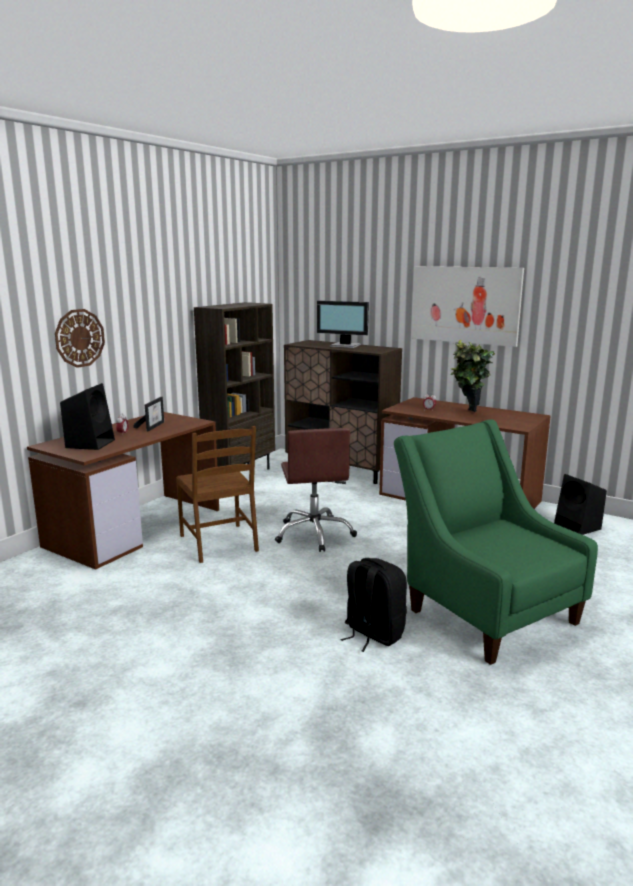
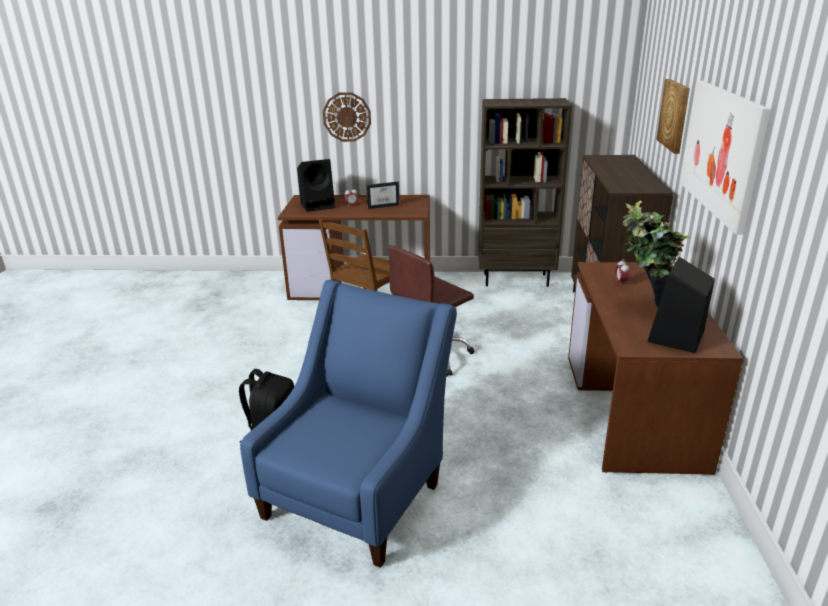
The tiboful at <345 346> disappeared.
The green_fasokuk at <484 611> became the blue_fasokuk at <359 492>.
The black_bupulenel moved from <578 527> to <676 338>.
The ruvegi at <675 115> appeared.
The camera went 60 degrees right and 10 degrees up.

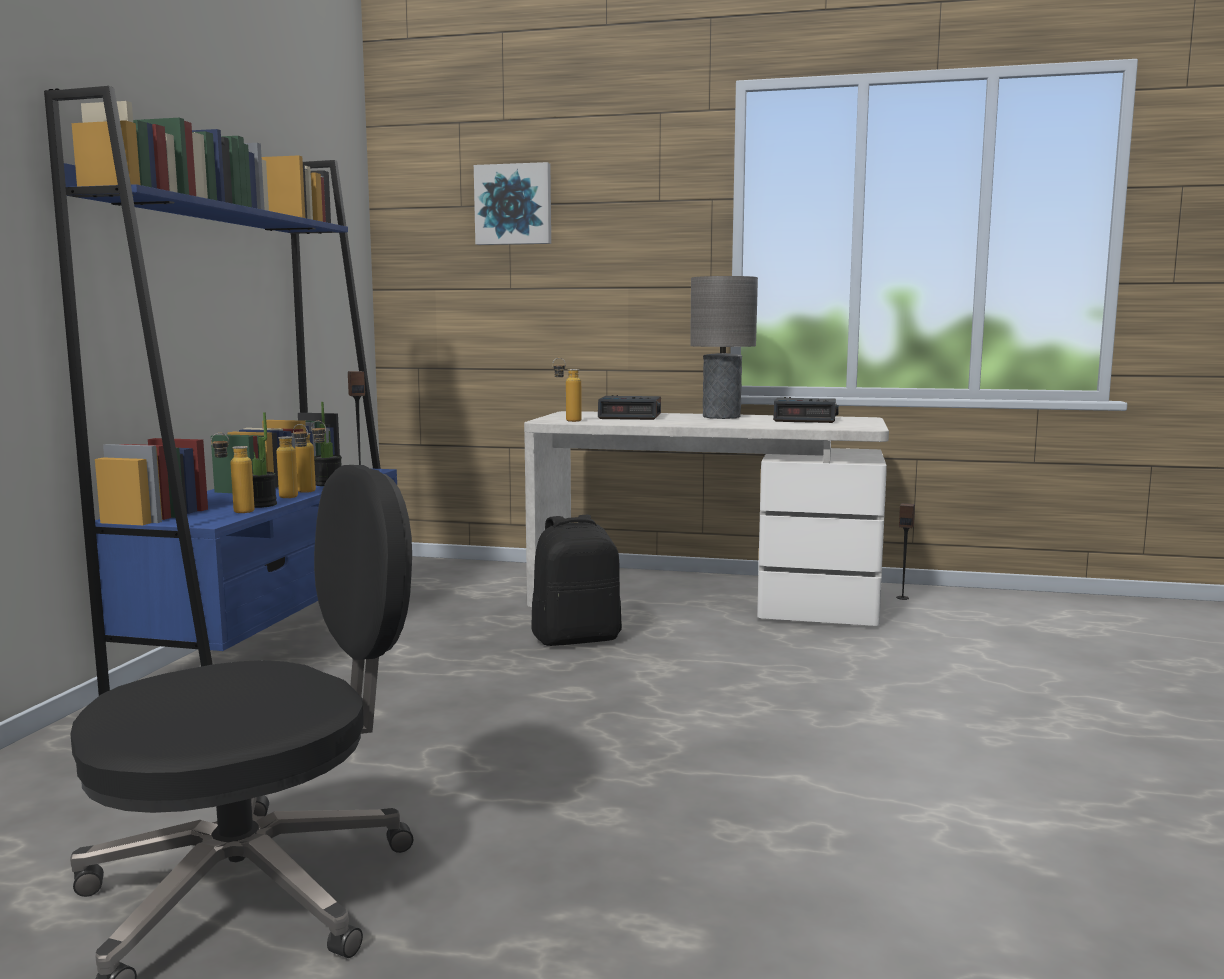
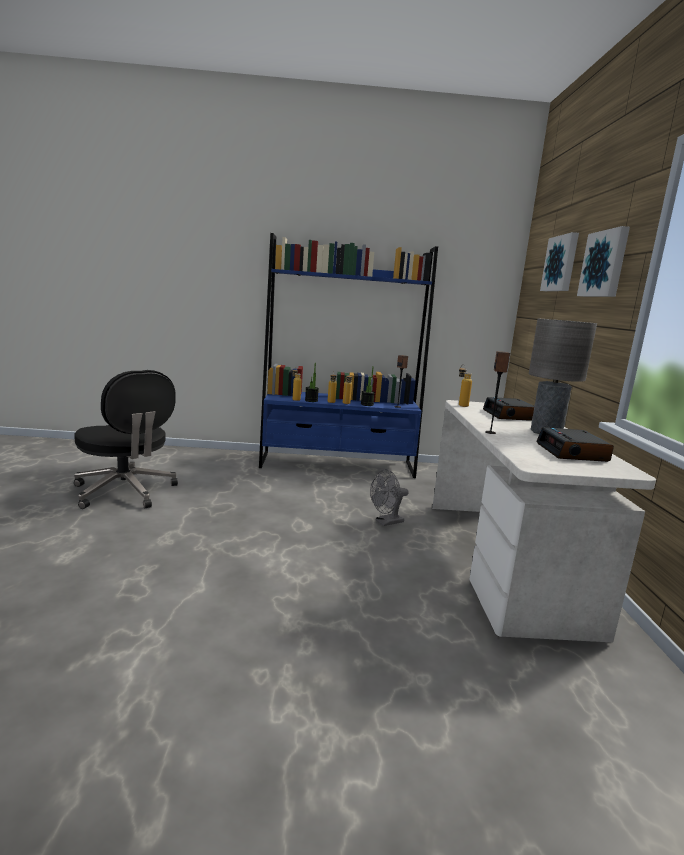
The bupulenel moved from <902 598> to <490 432>.
The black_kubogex at <577 638> was replaced by the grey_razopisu at <386 522>.
The ruvegi at <605 264> appeared.
The camera went 75 degrees right and 5 degrees up.

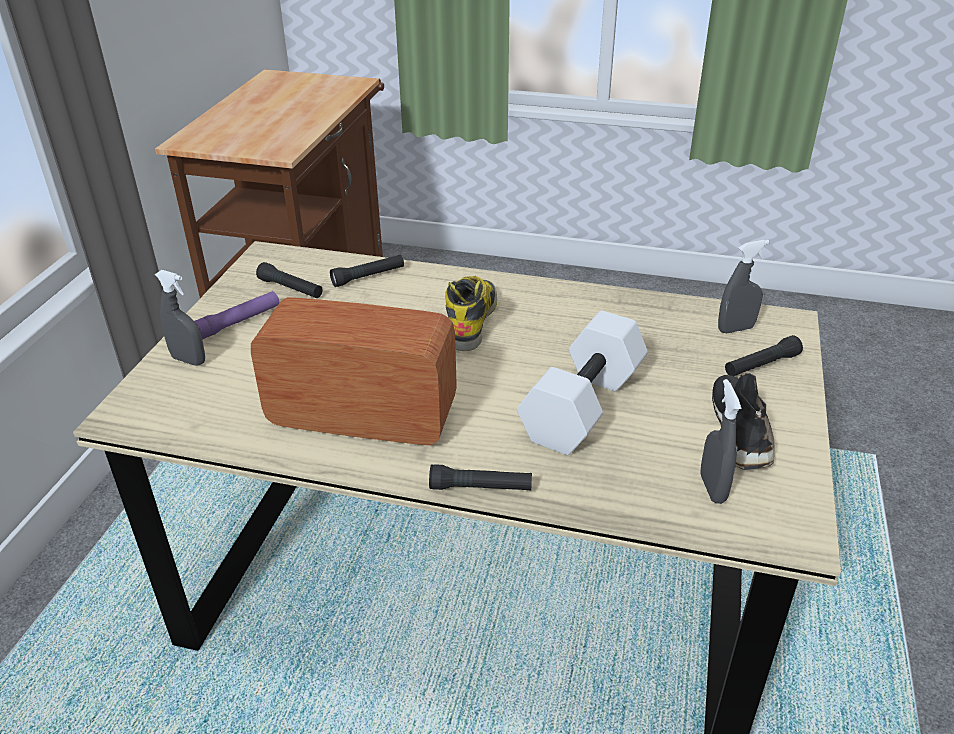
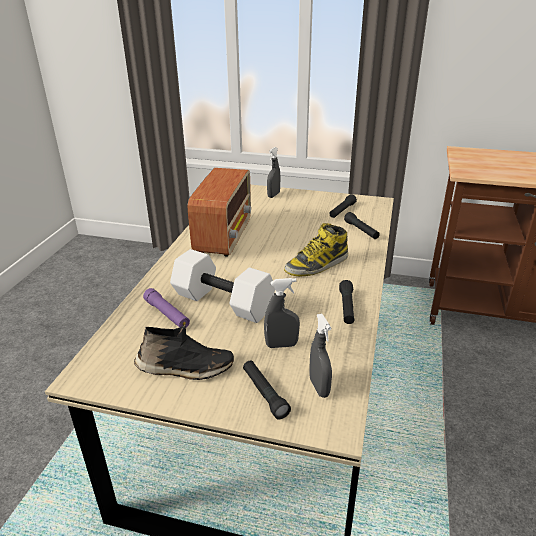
The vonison at <472 320> turned 135 degrees clockwise.
The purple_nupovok moved from <239 322> to <167 314>.
The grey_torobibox moved from <712 488> to <281 345>.
The black_nupovok moved from <480 488> to <346 307>.
The camera went 90 degrees right and 5 degrees down.

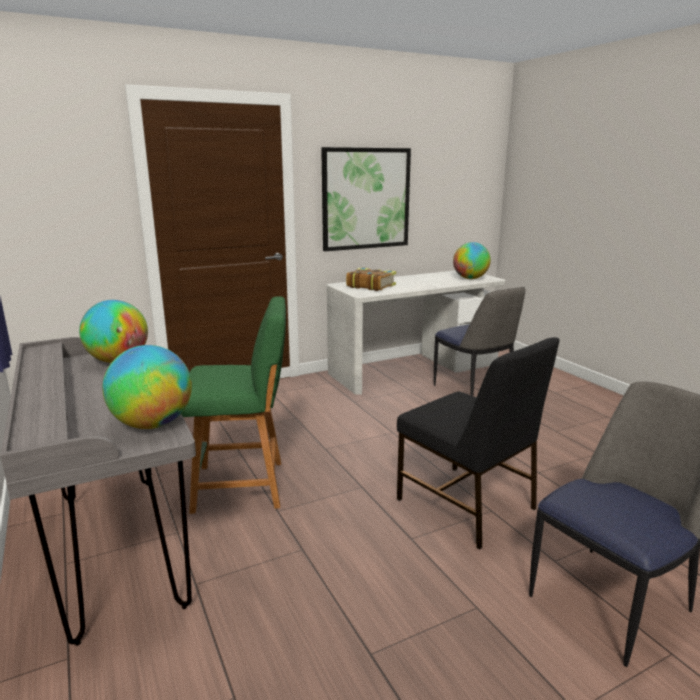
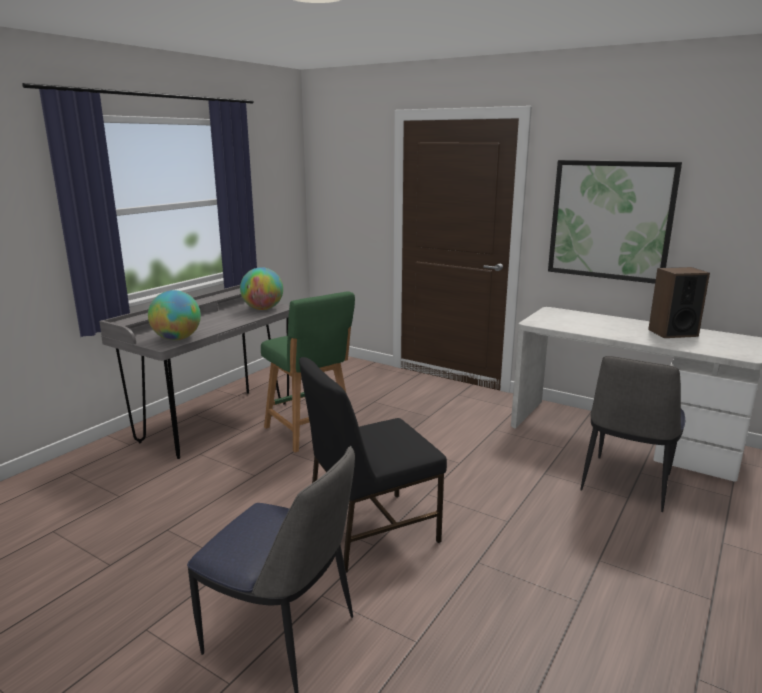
The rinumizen at <470 278> disappeared.
The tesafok at <370 286> disappeared.
The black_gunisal at <467 505> turned 45 degrees clockwise.
The bupulenel at <672 333> appeared.
The camera went 60 degrees right and 0 degrees up.

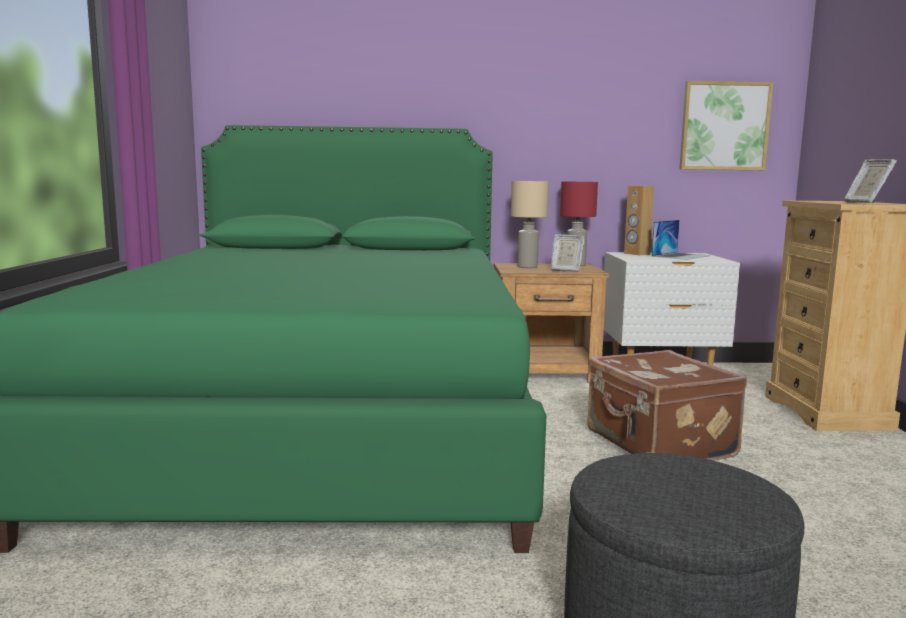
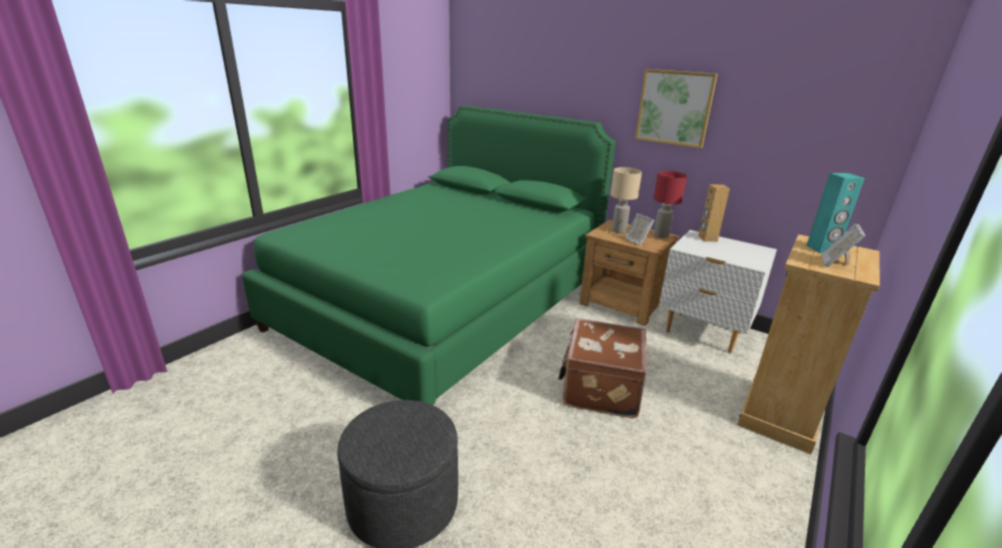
The ruvegi moved from <724 126> to <674 108>.
The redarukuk at <681 256> disappeared.
The turquoise_bupulenel at <822 249> appeared.
The camera went 35 degrees right and 15 degrees up.

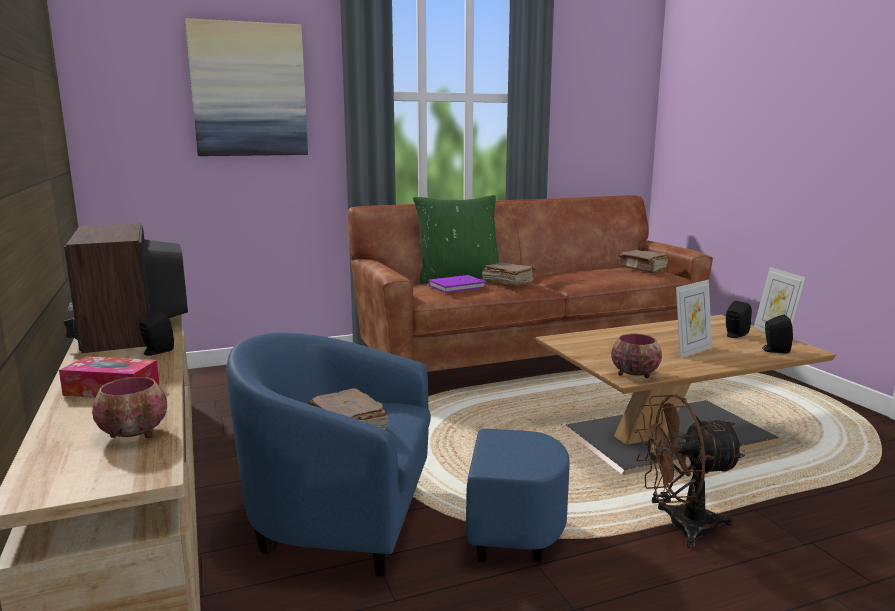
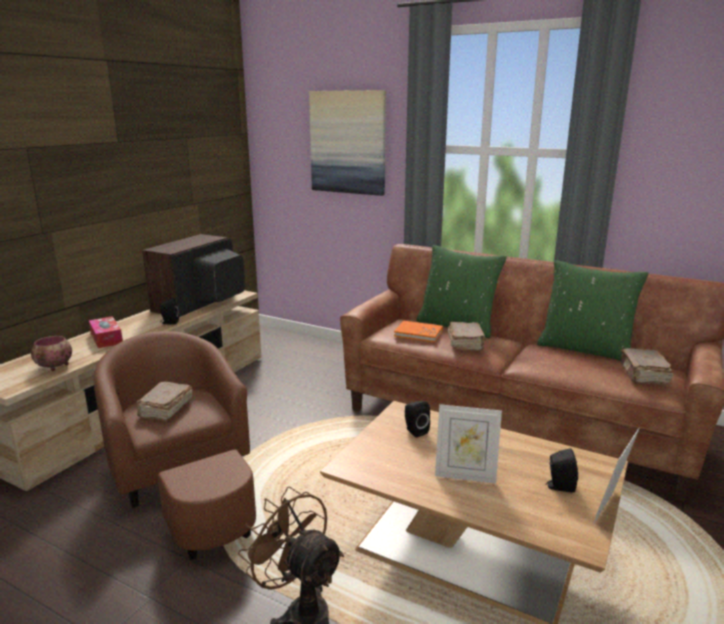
The purple_tesafok at <457 286> became the orange_tesafok at <418 333>.
The black_bupulenel moved from <774 350> to <415 431>.
The blue_fasokuk at <380 526> became the brown_fasokuk at <184 481>.
The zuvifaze at <634 374> disappeared.
The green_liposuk at <585 349> appeared.
The camera went 50 degrees right and 5 degrees up.

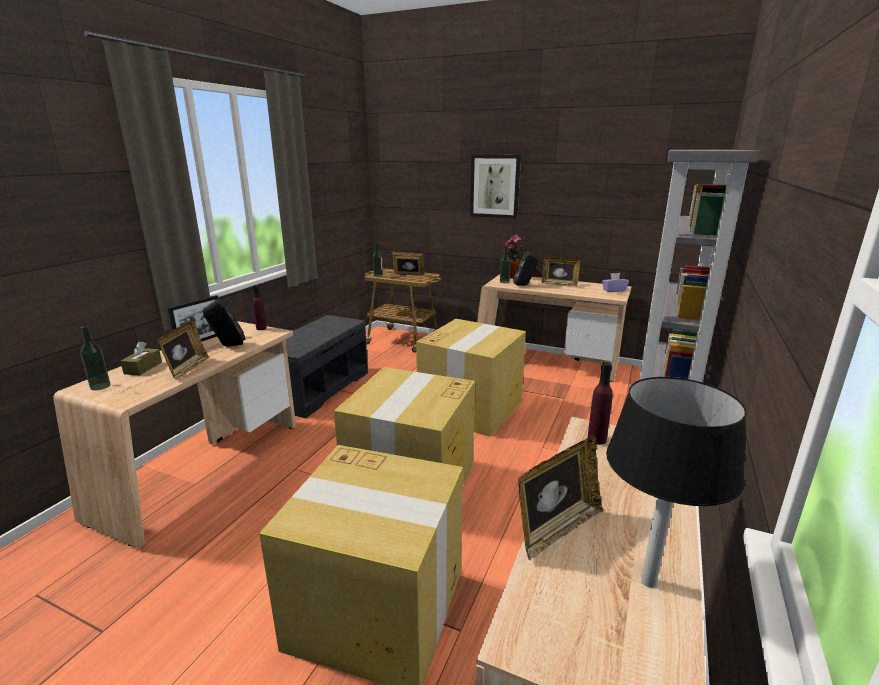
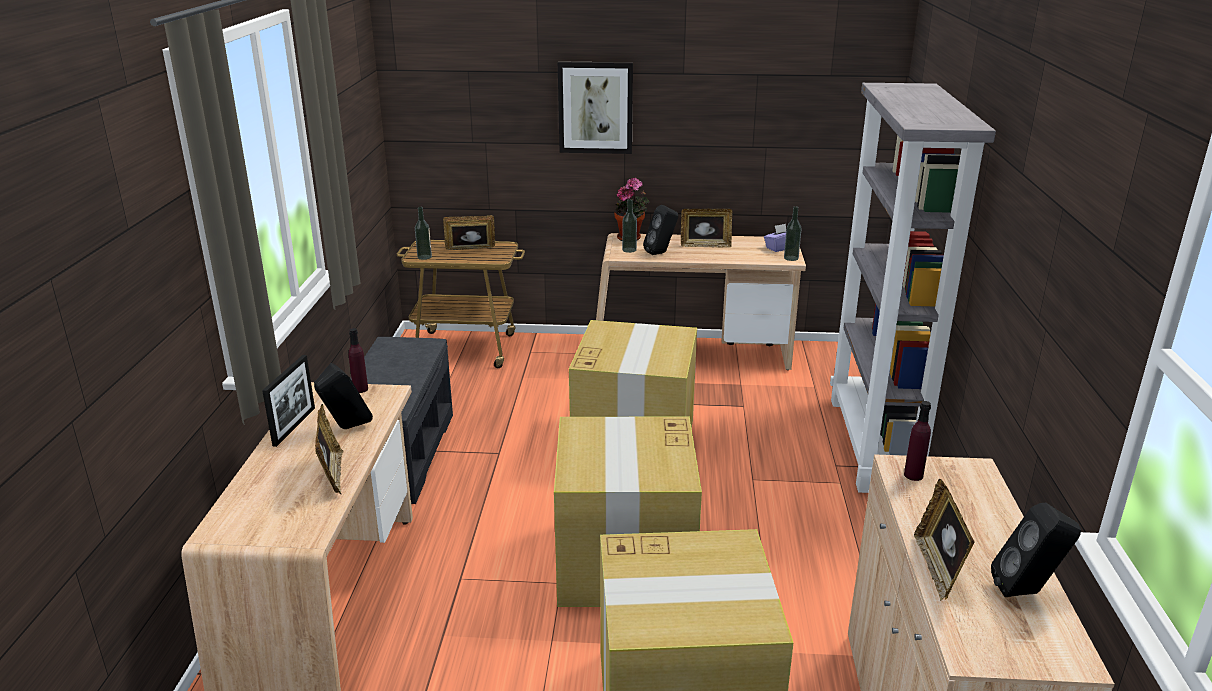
The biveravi moved from <100 386> to <791 258>.
The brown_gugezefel at <143 368> disappeared.
The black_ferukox at <649 582> was replaced by the black_bupulenel at <1027 592>.
The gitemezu at <557 529> turned 150 degrees clockwise.
The camera went 20 degrees left and 5 degrees up.

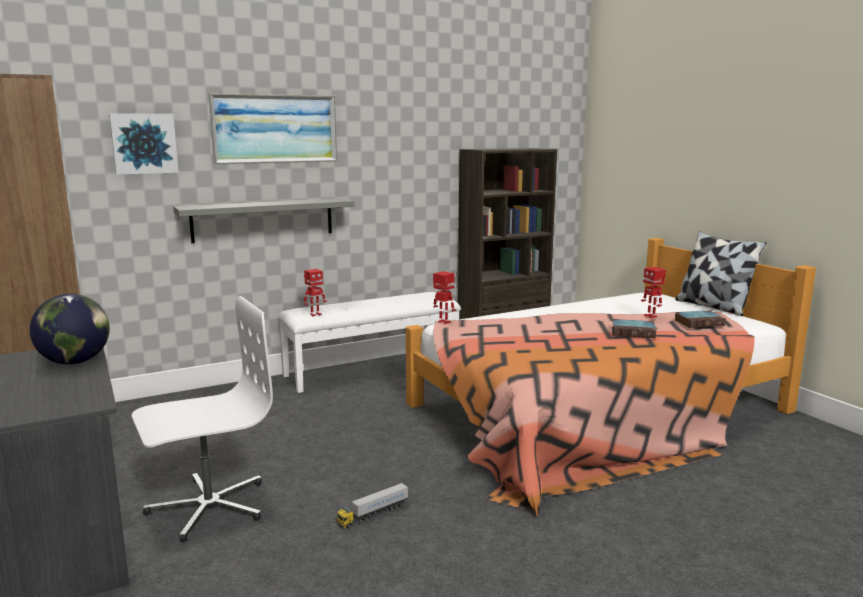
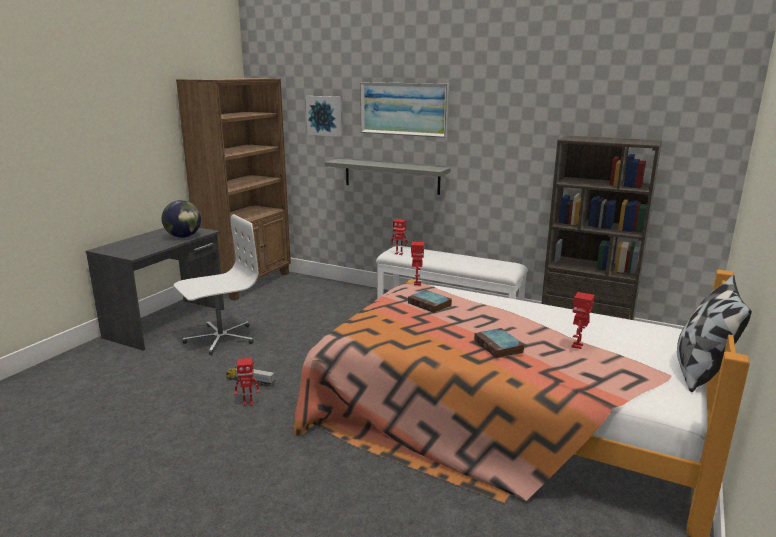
The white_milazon at <208 507> turned 60 degrees counterclockwise.
The tesafok moved from <699 322> to <430 304>.
The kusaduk at <248 403> appeared.
The camera went 55 degrees right and 5 degrees up.

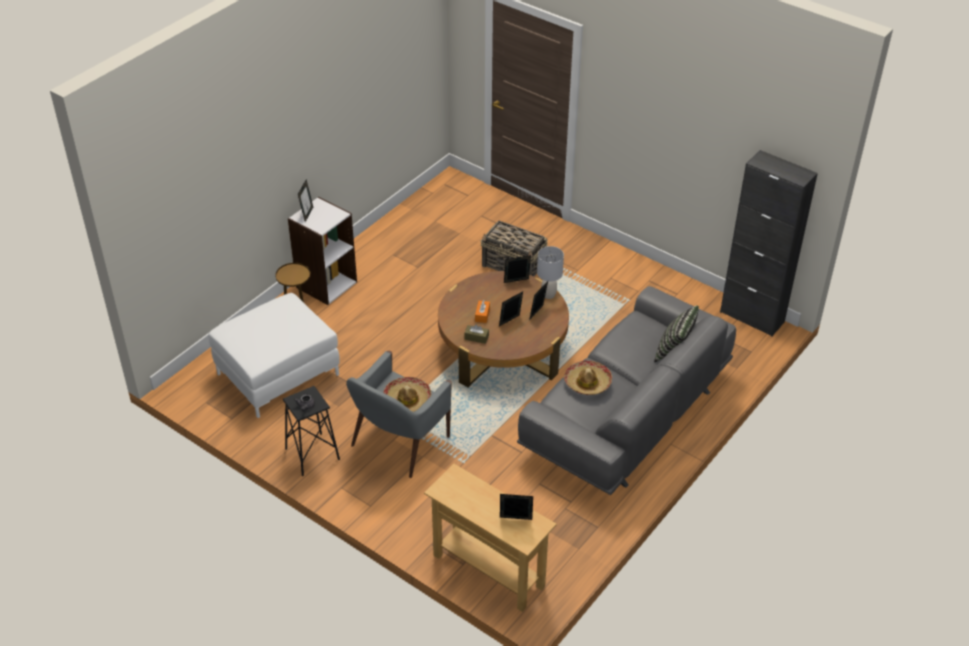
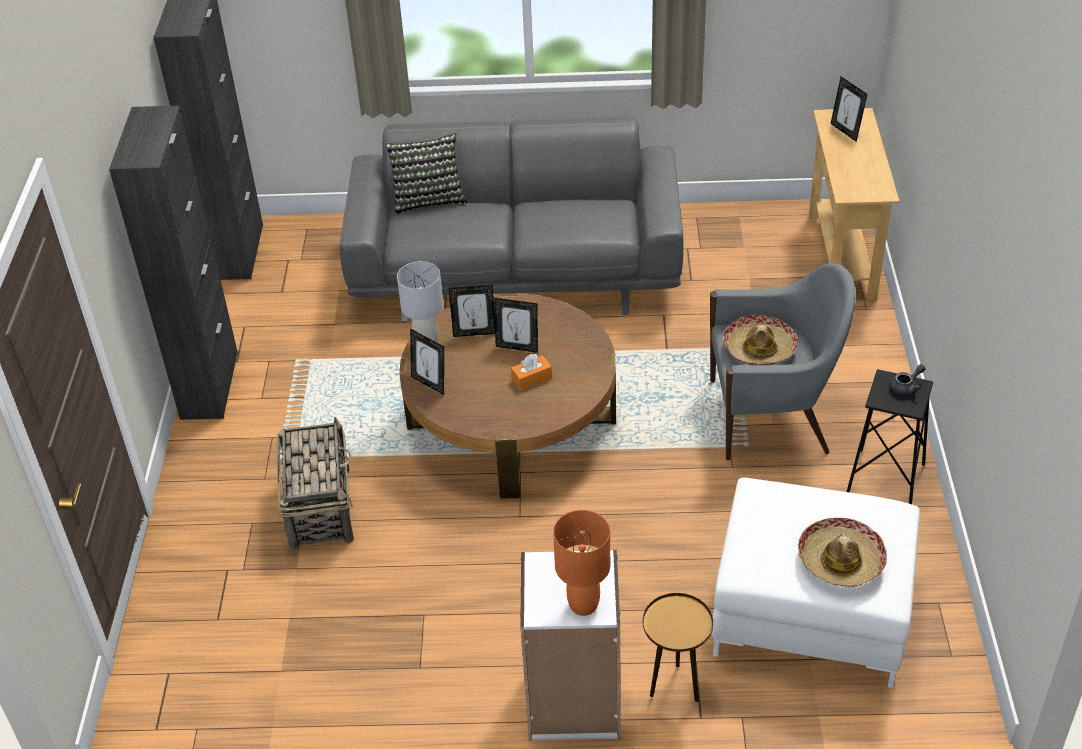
The gitemezu at <307 214> was replaced by the orange_ferukox at <583 605>.
The brown_gugezefel at <476 337> disappeared.
The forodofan moved from <587 382> to <840 560>.
The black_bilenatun at <209 385> appeared.
The camera went 125 degrees left and 0 degrees up.

